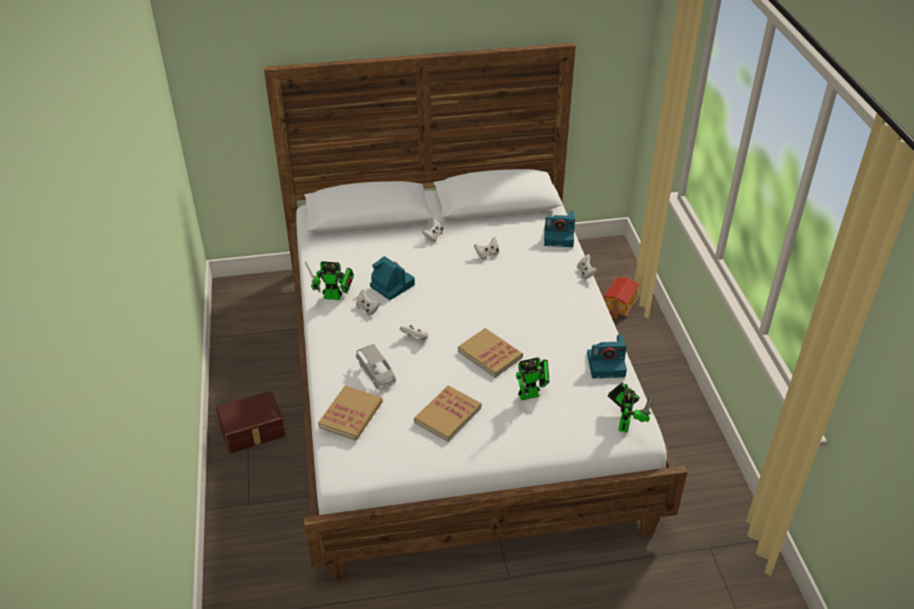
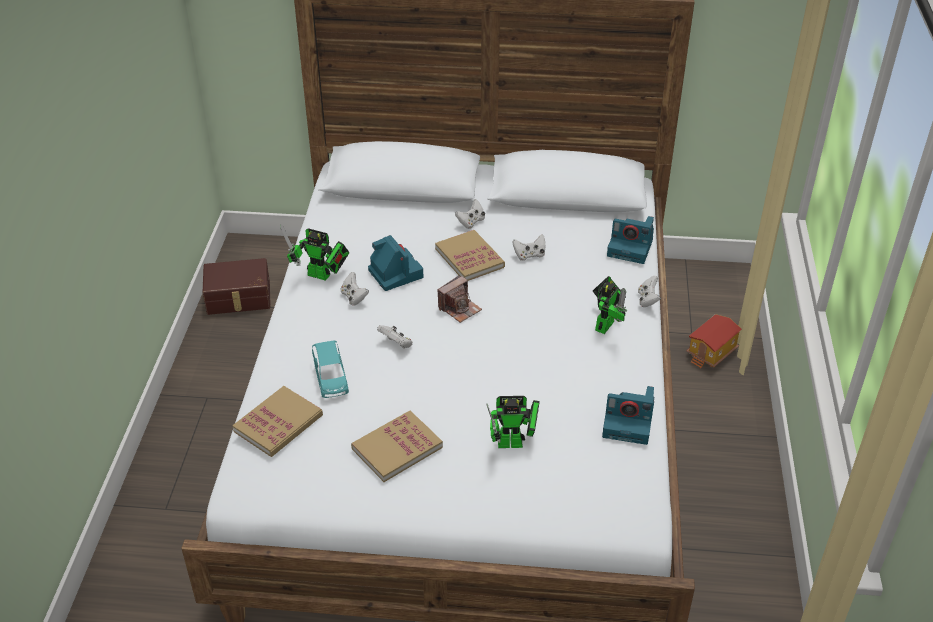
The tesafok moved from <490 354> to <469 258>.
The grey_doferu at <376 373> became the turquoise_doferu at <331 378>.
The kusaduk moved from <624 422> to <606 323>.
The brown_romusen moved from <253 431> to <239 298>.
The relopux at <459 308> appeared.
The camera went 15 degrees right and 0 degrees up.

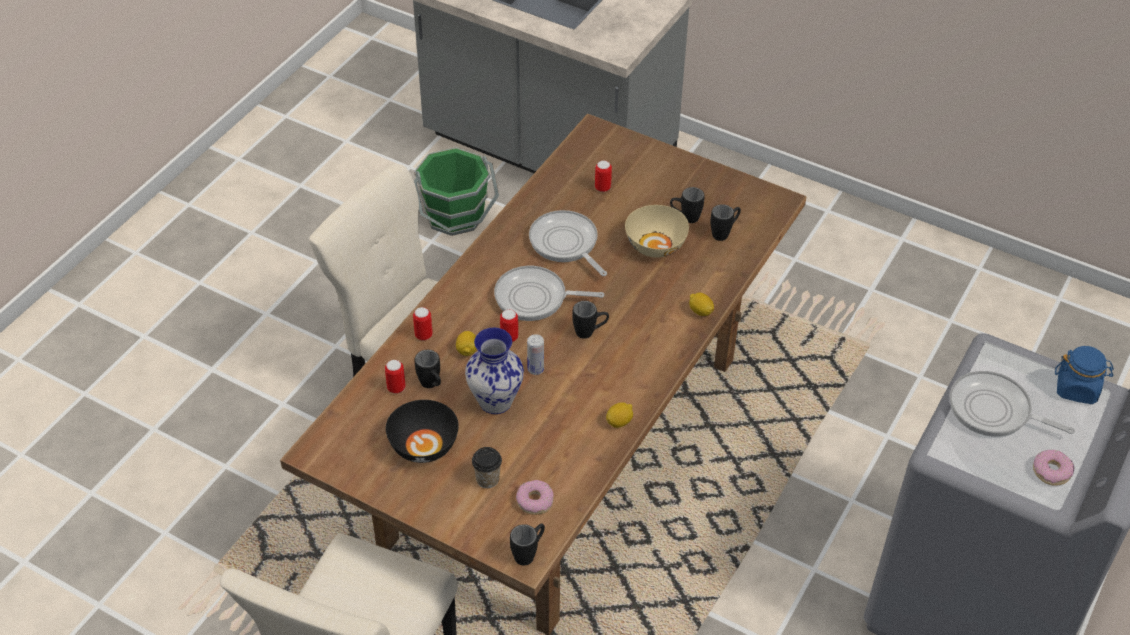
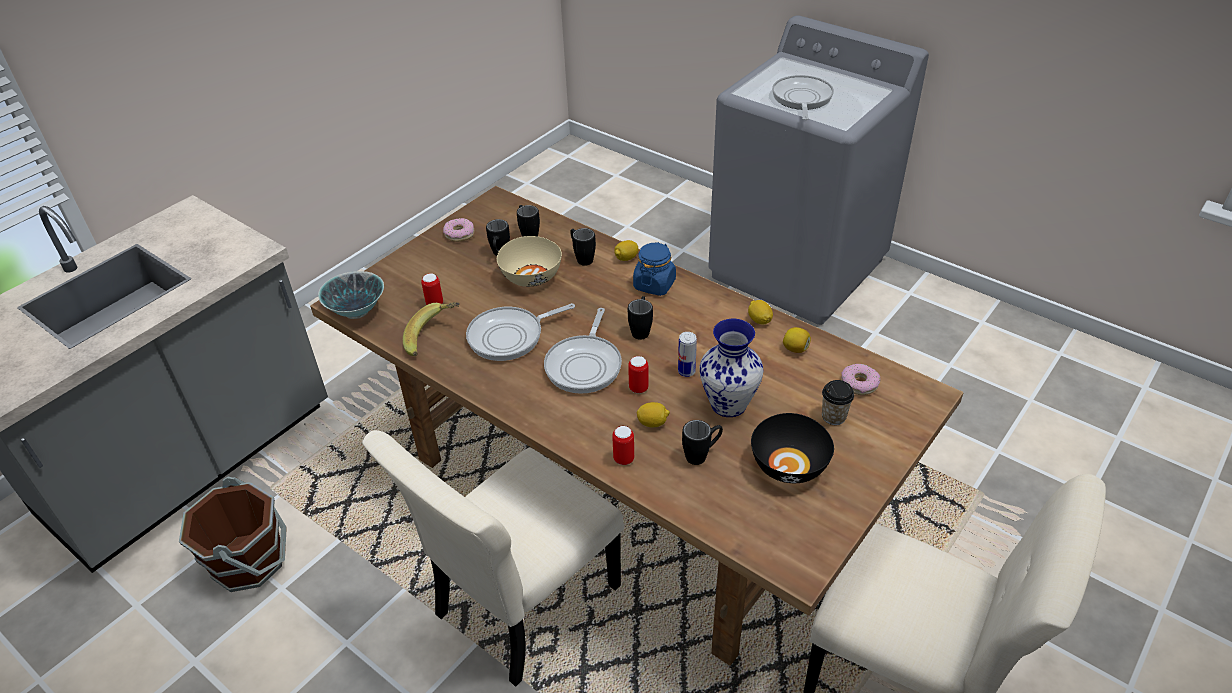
The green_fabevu at <455 215> became the brown_fabevu at <250 560>.
The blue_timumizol moved from <1077 389> to <654 284>.
The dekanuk at <396 388> disappeared.
The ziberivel at <994 411> turned 150 degrees clockwise.
The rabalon moved from <1051 471> to <459 234>.
The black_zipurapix moved from <529 553> to <582 258>.
The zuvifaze at <357 312> appeared.
The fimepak at <434 338> appeared.
The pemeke at <795 349> appeared.
The camera went 80 degrees left and 5 degrees down.

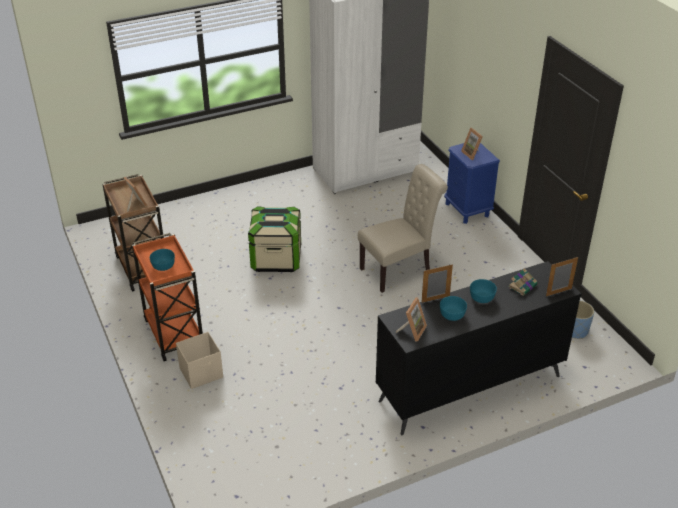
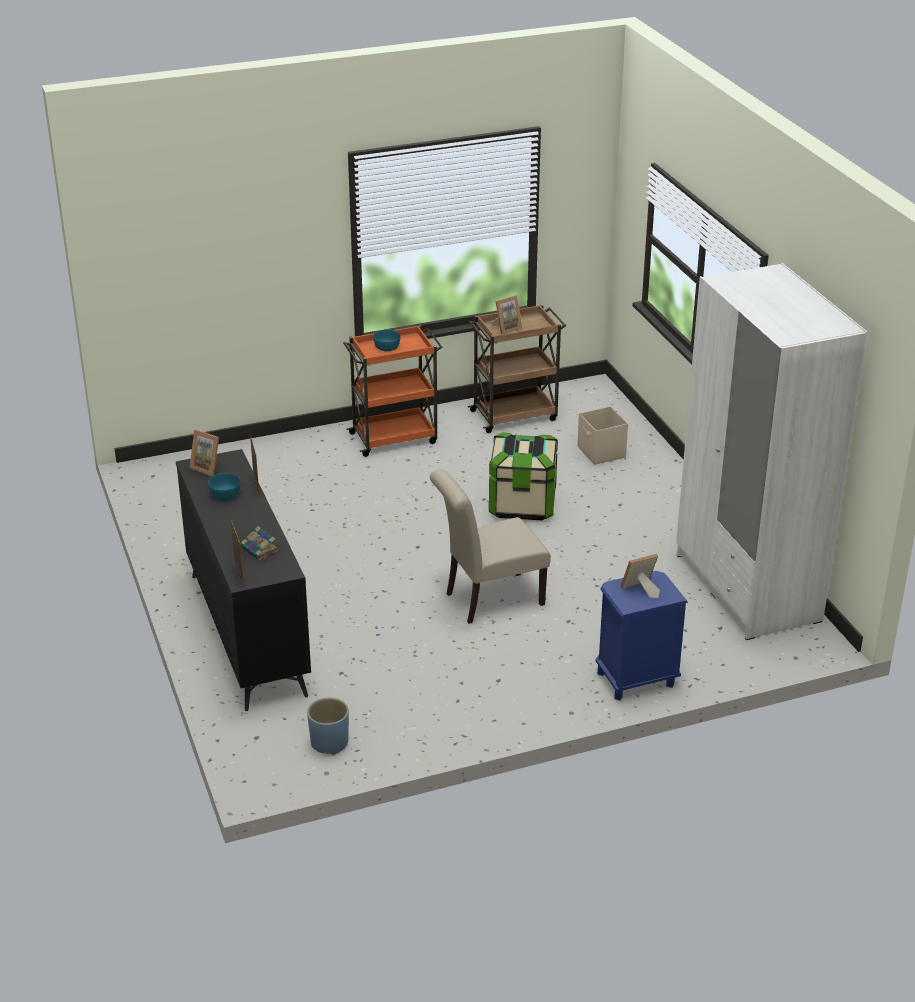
The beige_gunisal at <399 270> turned 90 degrees clockwise.
The turquoise_zuvifaze at <482 297> disappeared.
The beige_romusen moved from <202 373> to <601 452>.
The camera went 95 degrees right and 5 degrees down.

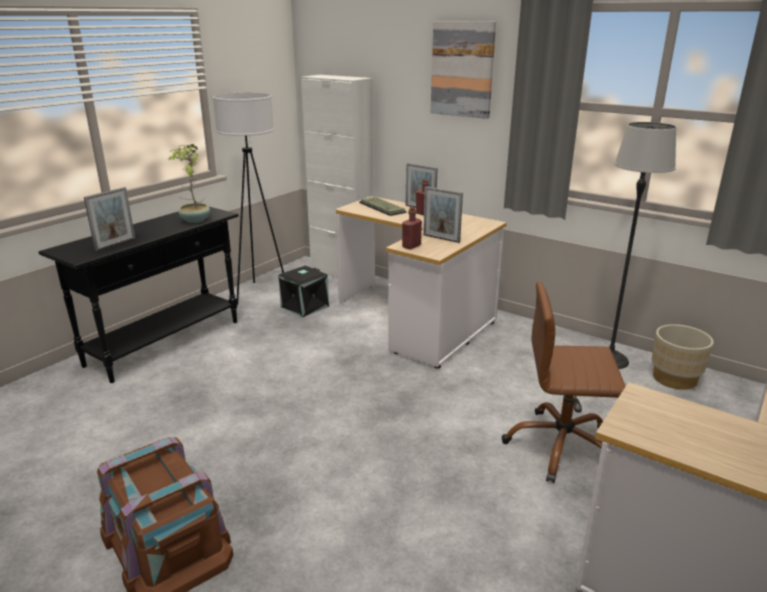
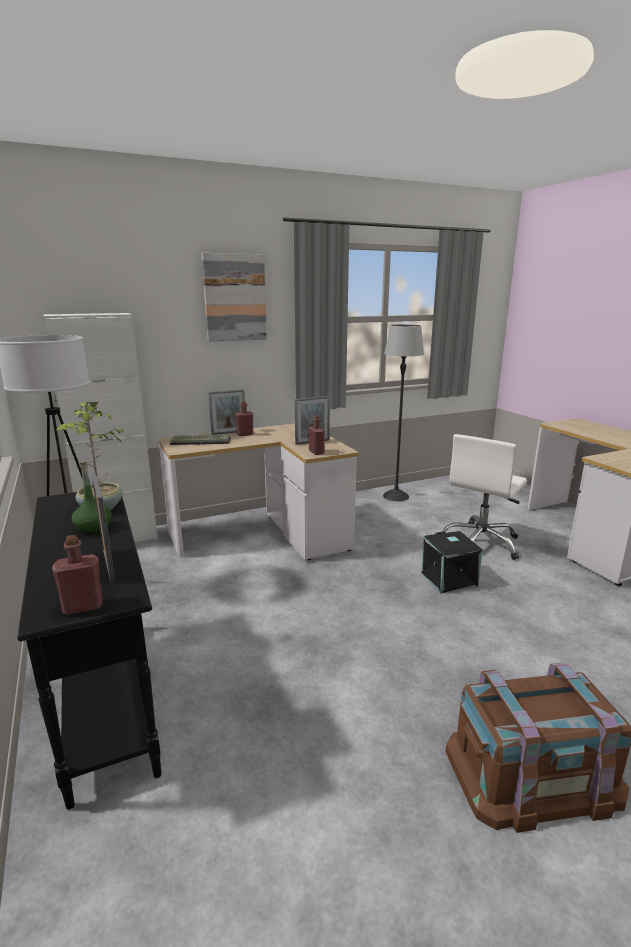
The black_romusen moved from <305 307> to <449 579>.
The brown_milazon at <561 446> became the white_milazon at <481 543>.
The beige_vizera at <674 379> disappeared.
The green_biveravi at <93 528> appeared.
The red_biveravi at <83 607> appeared.
The camera went 60 degrees left and 5 degrees down.

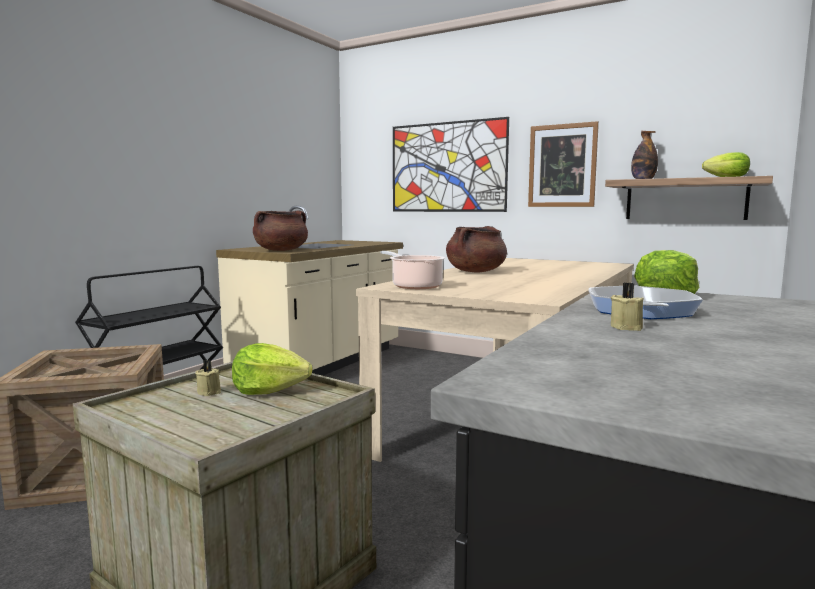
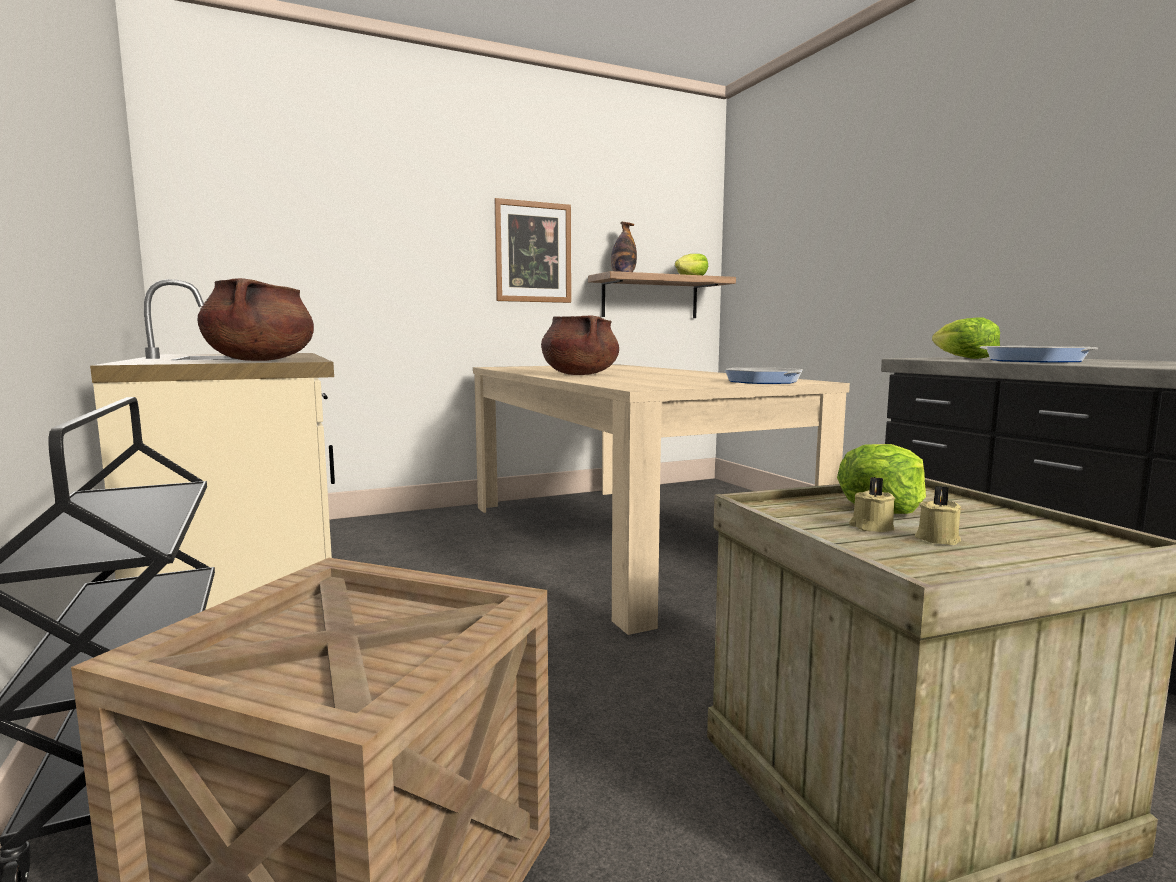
The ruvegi at <447 167> disappeared.
The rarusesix at <414 286> disappeared.
The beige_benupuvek moved from <627 327> to <937 539>.
The ziberivel at <763 381> appeared.
The camera went 55 degrees left and 0 degrees up.

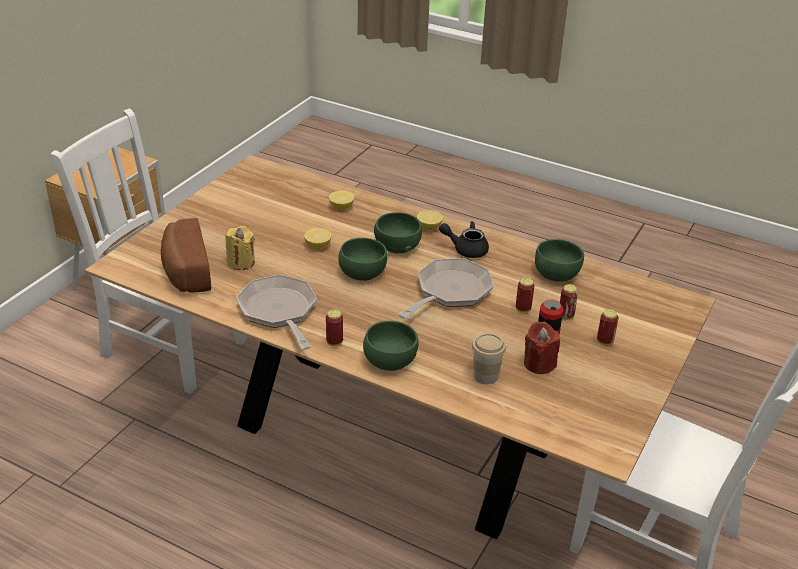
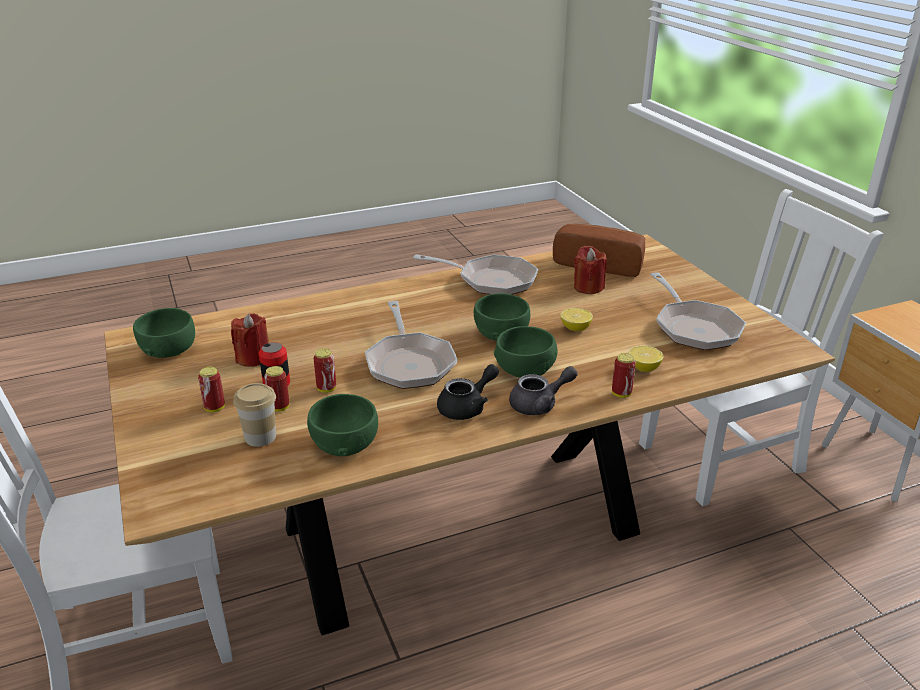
The pemeke at <429 227> was replaced by the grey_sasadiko at <540 404>.
The yellow_benupuvek at <240 262> became the red_benupuvek at <588 287>.
The dekanuk moved from <334 342> to <621 394>.
The green_zuvifaze moved from <390 360> to <168 349>.
The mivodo moved from <485 376> to <260 437>.
The ziberivel at <694 327> appeared.
The camera went 130 degrees right and 5 degrees down.

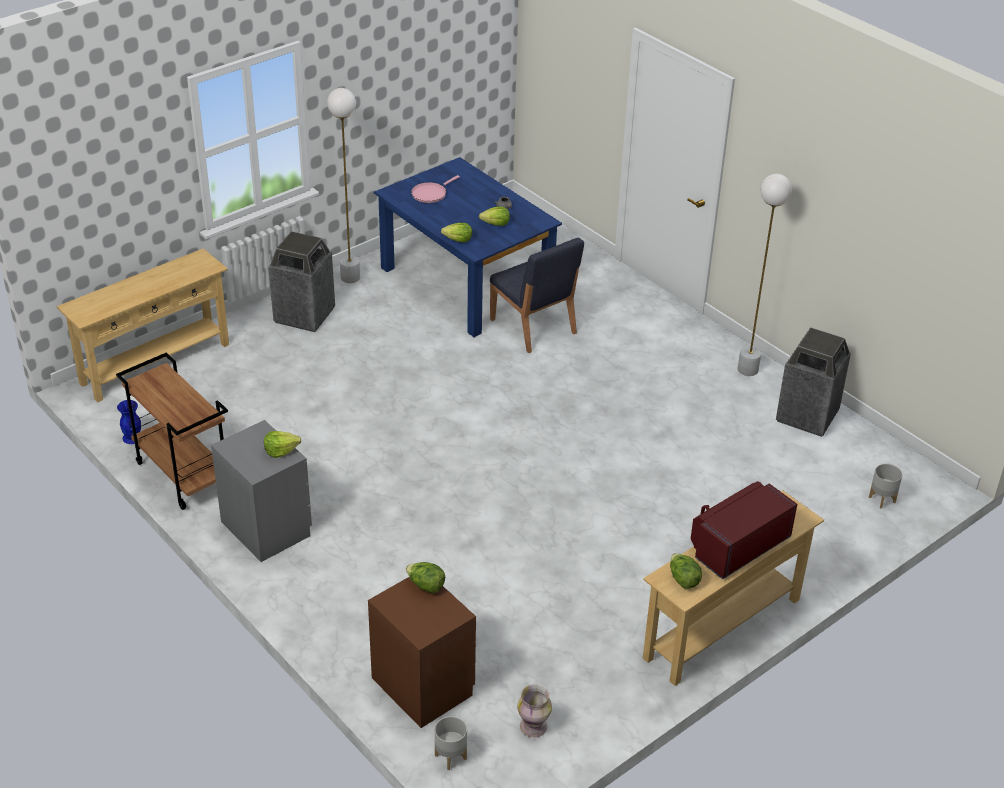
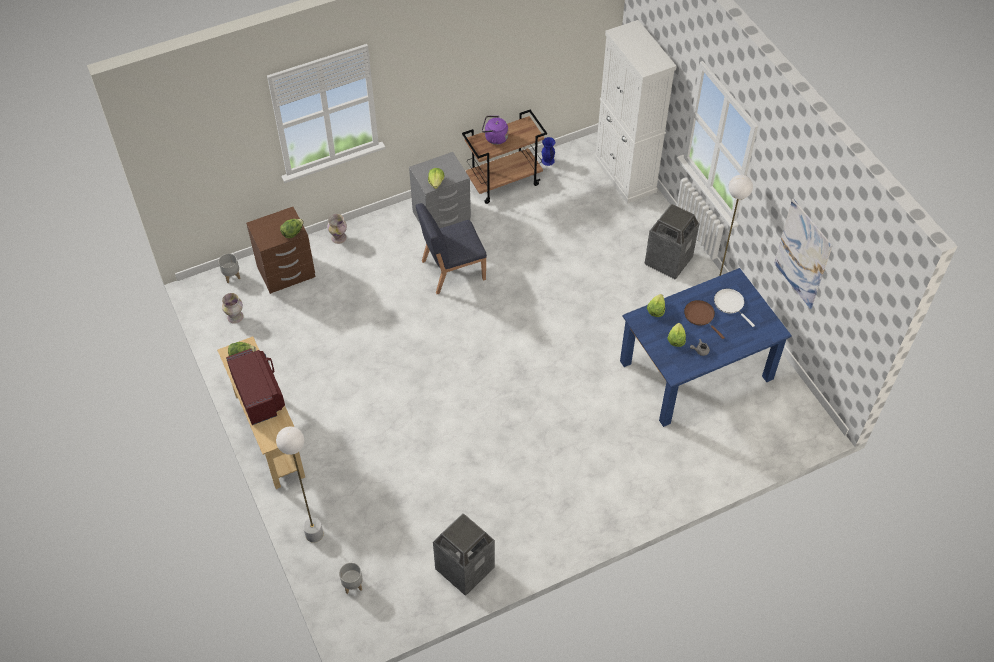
The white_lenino moved from <747 370> to <314 534>.
The pink_ziberivel at <430 194> became the white_ziberivel at <730 304>.
The blue_gunisal moved from <533 327> to <452 270>.
The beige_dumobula at <155 363> was replaced by the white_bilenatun at <625 175>.
The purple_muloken at <494 138> appeared.
The ruvegi at <802 254> appeared.
The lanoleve at <338 237> appeared.
The brown_ziberivel at <700 316> appeared.
The camera went 105 degrees right and 15 degrees up.

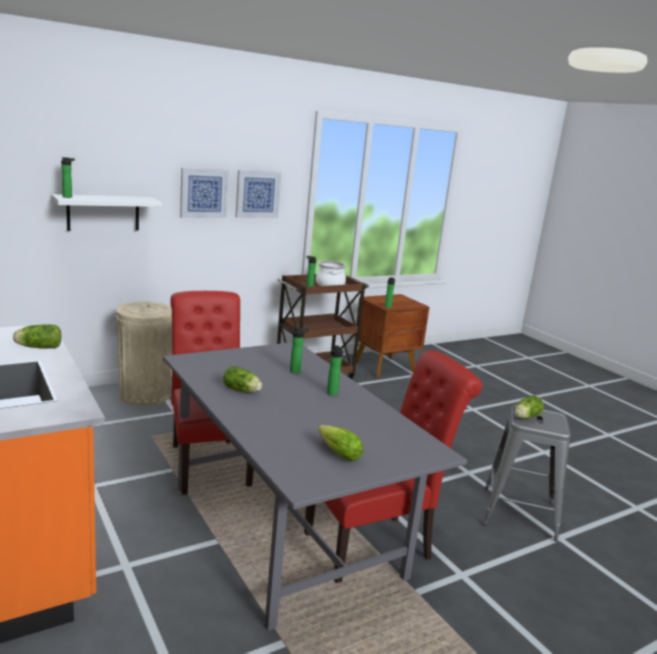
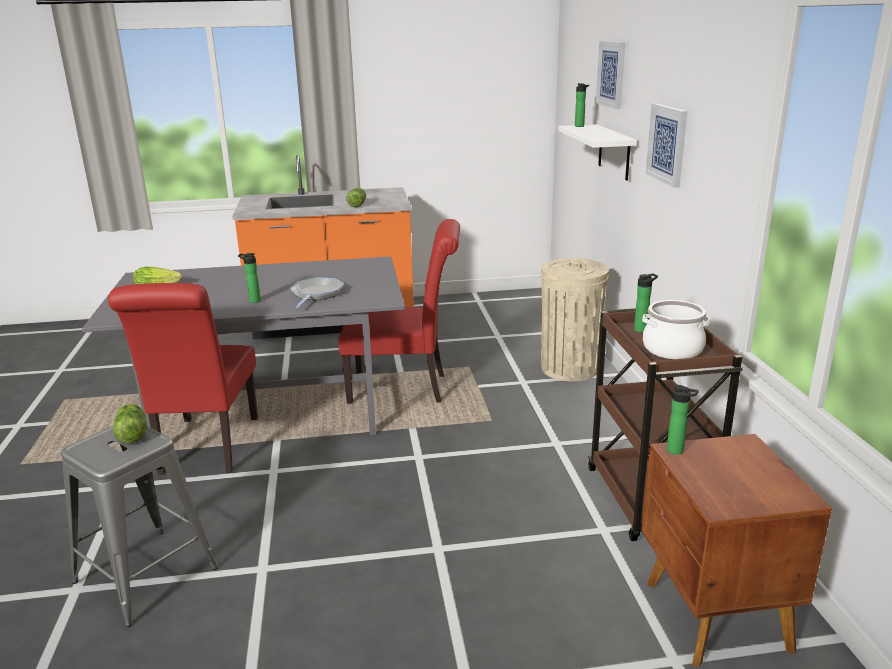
The ruvegi moved from <257 194> to <612 74>.
The biveravi at <296 371> was replaced by the ziberivel at <316 294>.
The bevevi at <242 391> disappeared.
The camera went 115 degrees right and 5 degrees up.

